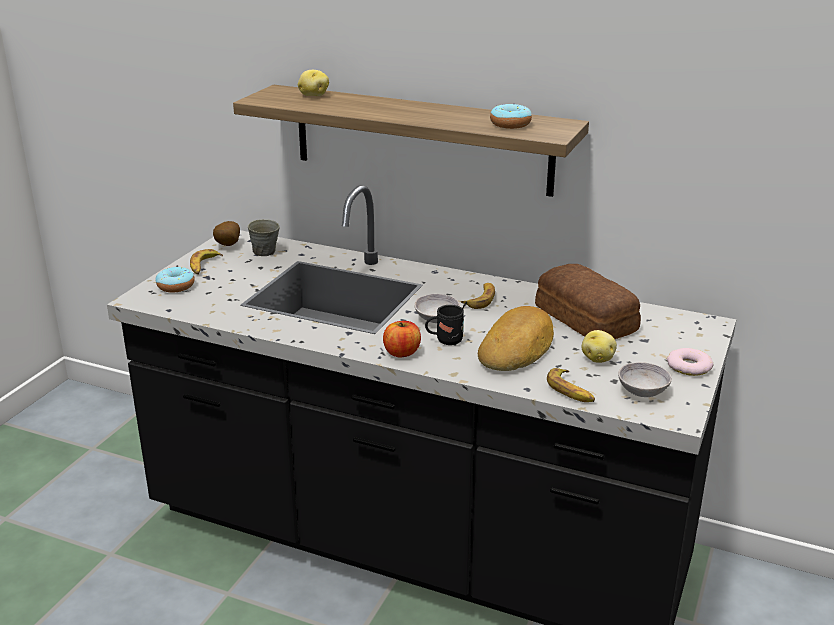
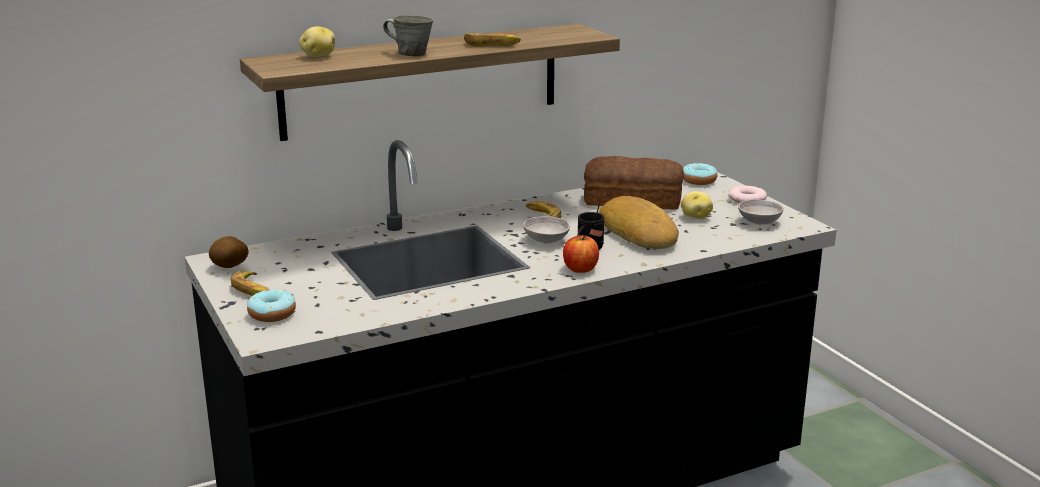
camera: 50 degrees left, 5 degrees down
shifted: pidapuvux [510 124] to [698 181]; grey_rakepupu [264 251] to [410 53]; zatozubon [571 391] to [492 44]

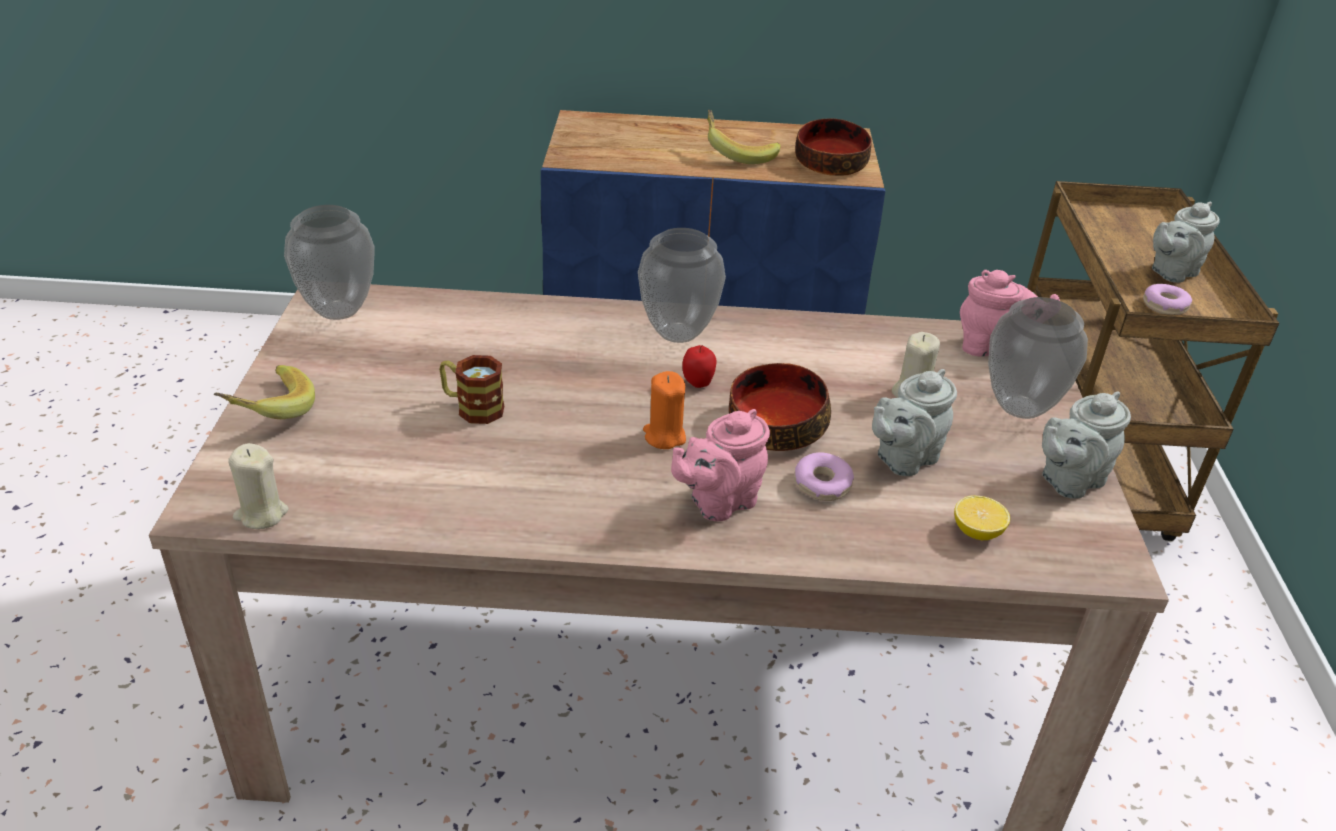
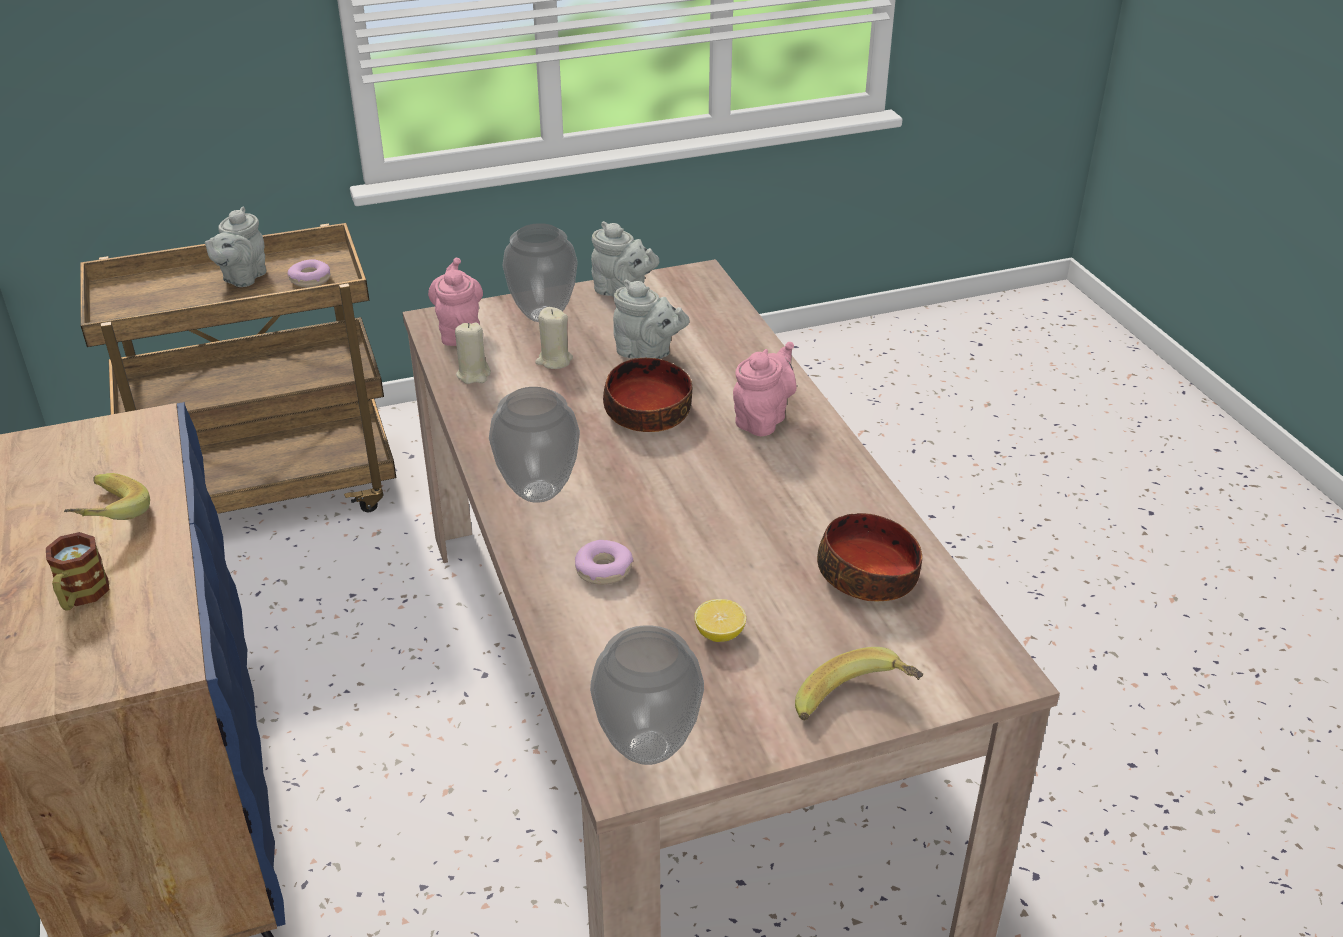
camera: 110 degrees left, 0 degrees up
gone: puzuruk [698 383]; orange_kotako [664 436]
shifted: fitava [829 163] to [868 576]; rakepupu [472 407] to [81 597]; beige_kotako [261 514] to [474 374]; pidapuvux [822 485] to [604 570]; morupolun [977 532] to [719 634]
rotated: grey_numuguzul [1171 272] = [242 278] 75 degrees clockwise; pink_numuguzul [718 502] = [763 419] 90 degrees counterclockwise

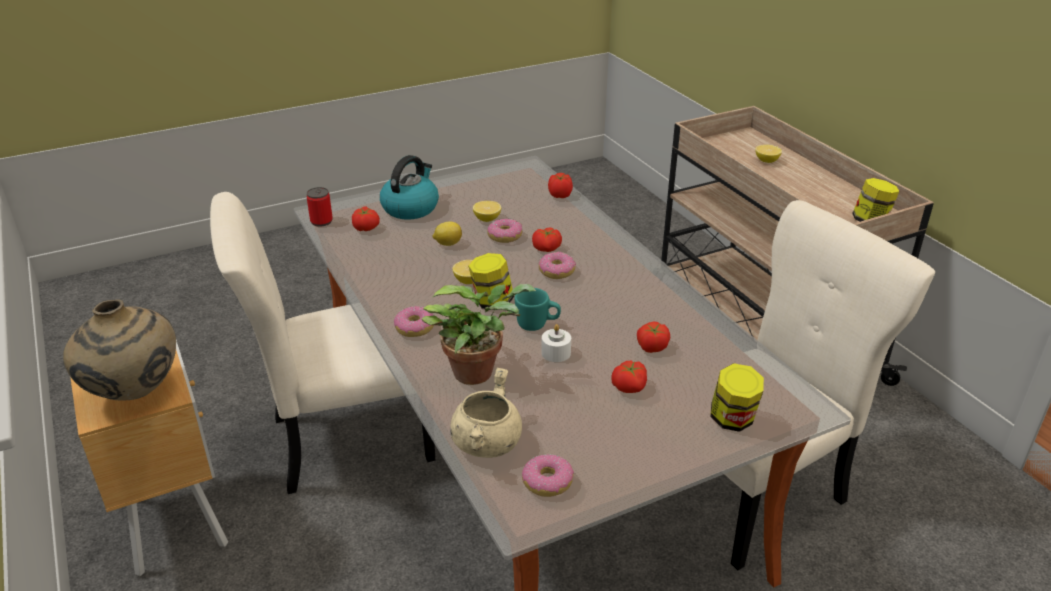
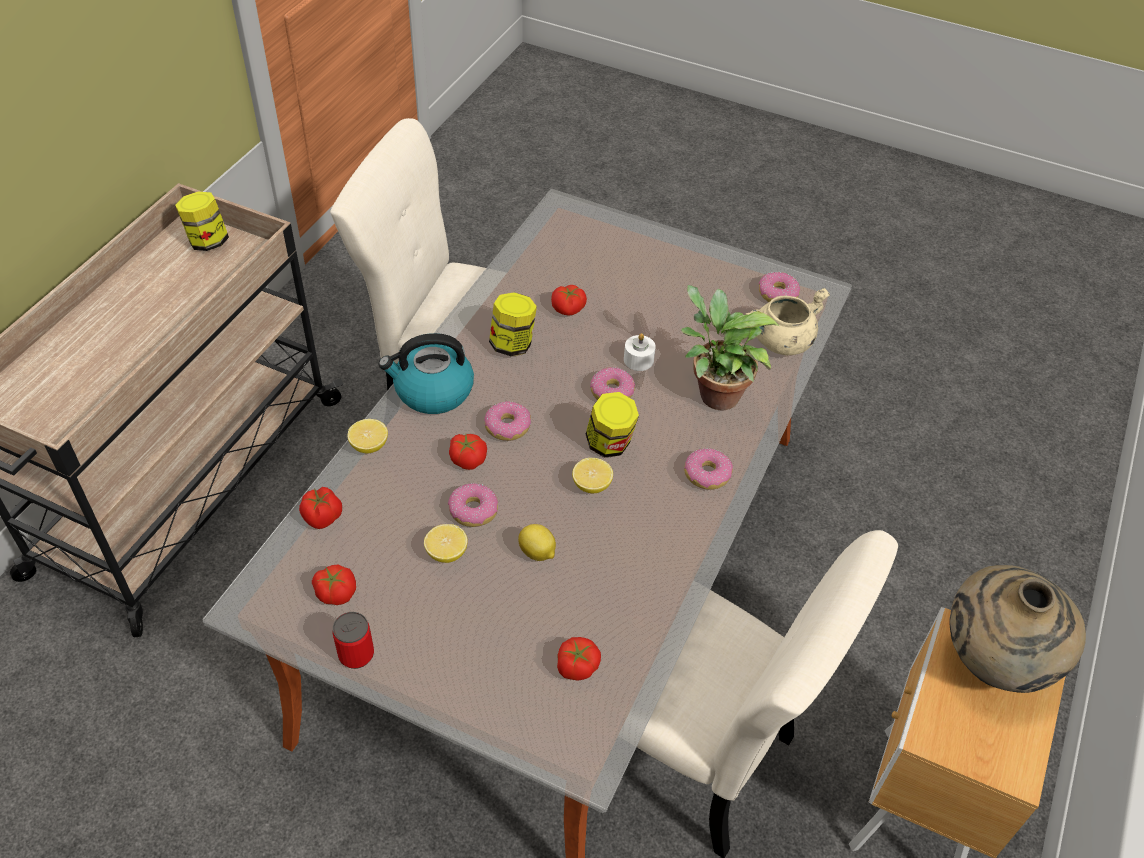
camera: 130 degrees left, 15 degrees up
shifted: morupolun [766 161] to [369 446]; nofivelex [410 208] to [432 391]; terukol [321 221] to [356 654]; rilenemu [629 387] to [336 592]; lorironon [732 420] to [512 344]
swapped: turquoise_rakepupu [537 325] to pidapuvux [612 392]

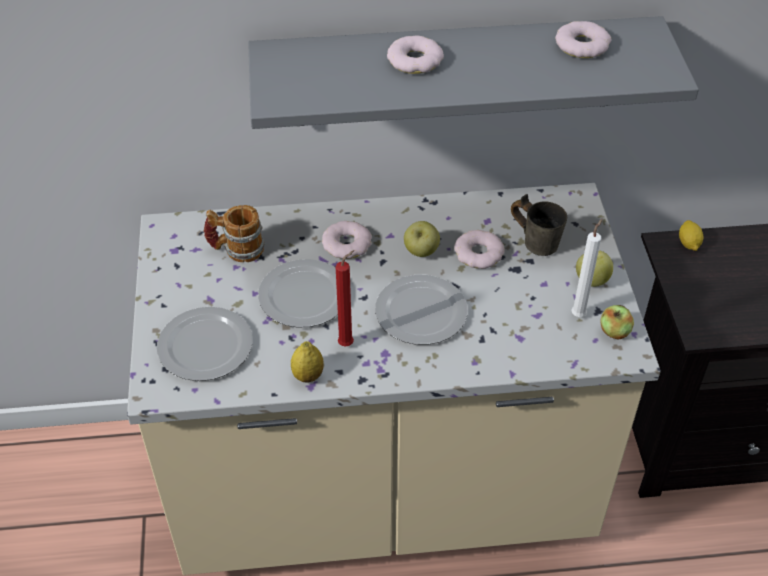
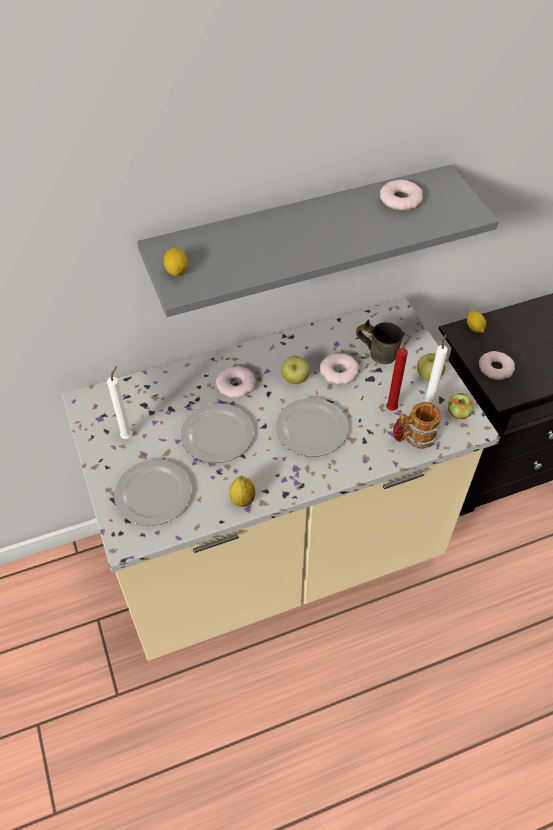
camera: 15 degrees left, 5 degrees up
new: morupolun [176 270]; white_kotako [128 435]
shifted: pidapuvux [415 60] to [495 368]; rakepupu [236 249] to [413 438]; red_kotako [348 343] to [392 407]

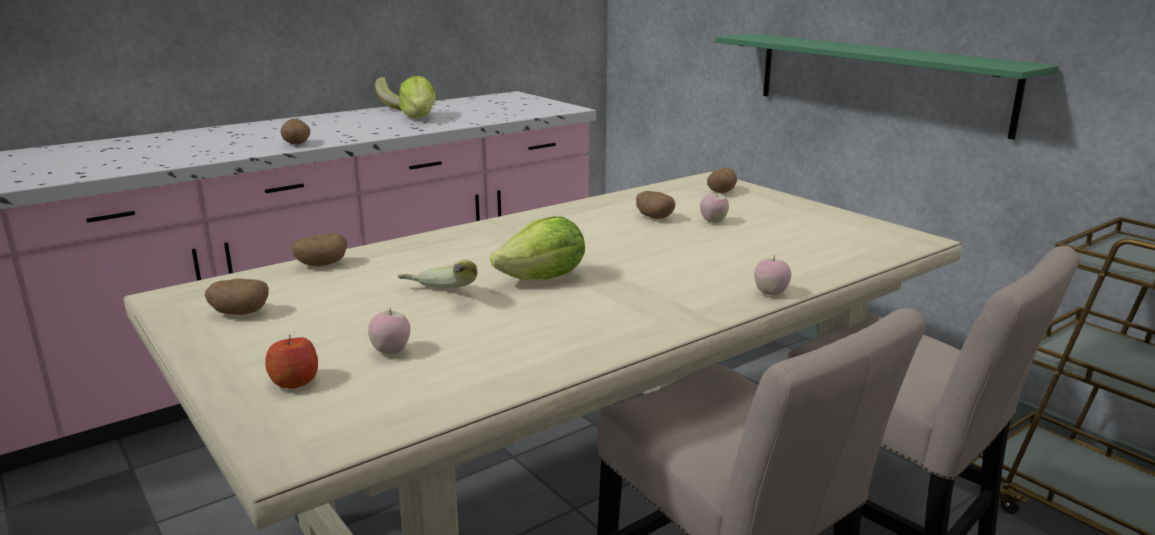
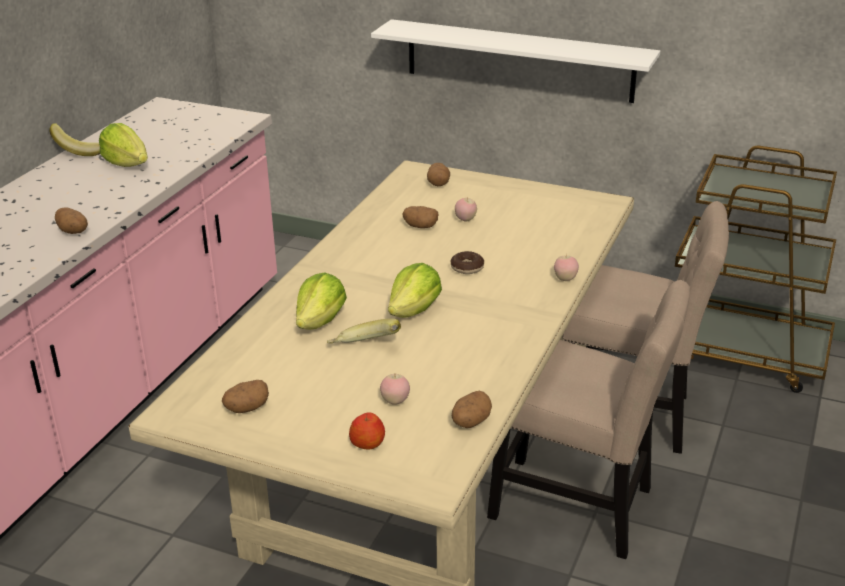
camera: 30 degrees left, 10 degrees up
new: pidapuvux [467 268]; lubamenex [321 321]
shifted: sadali [321 264] to [470 422]
repainted: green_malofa [878 81] to white_malofa [519 60]

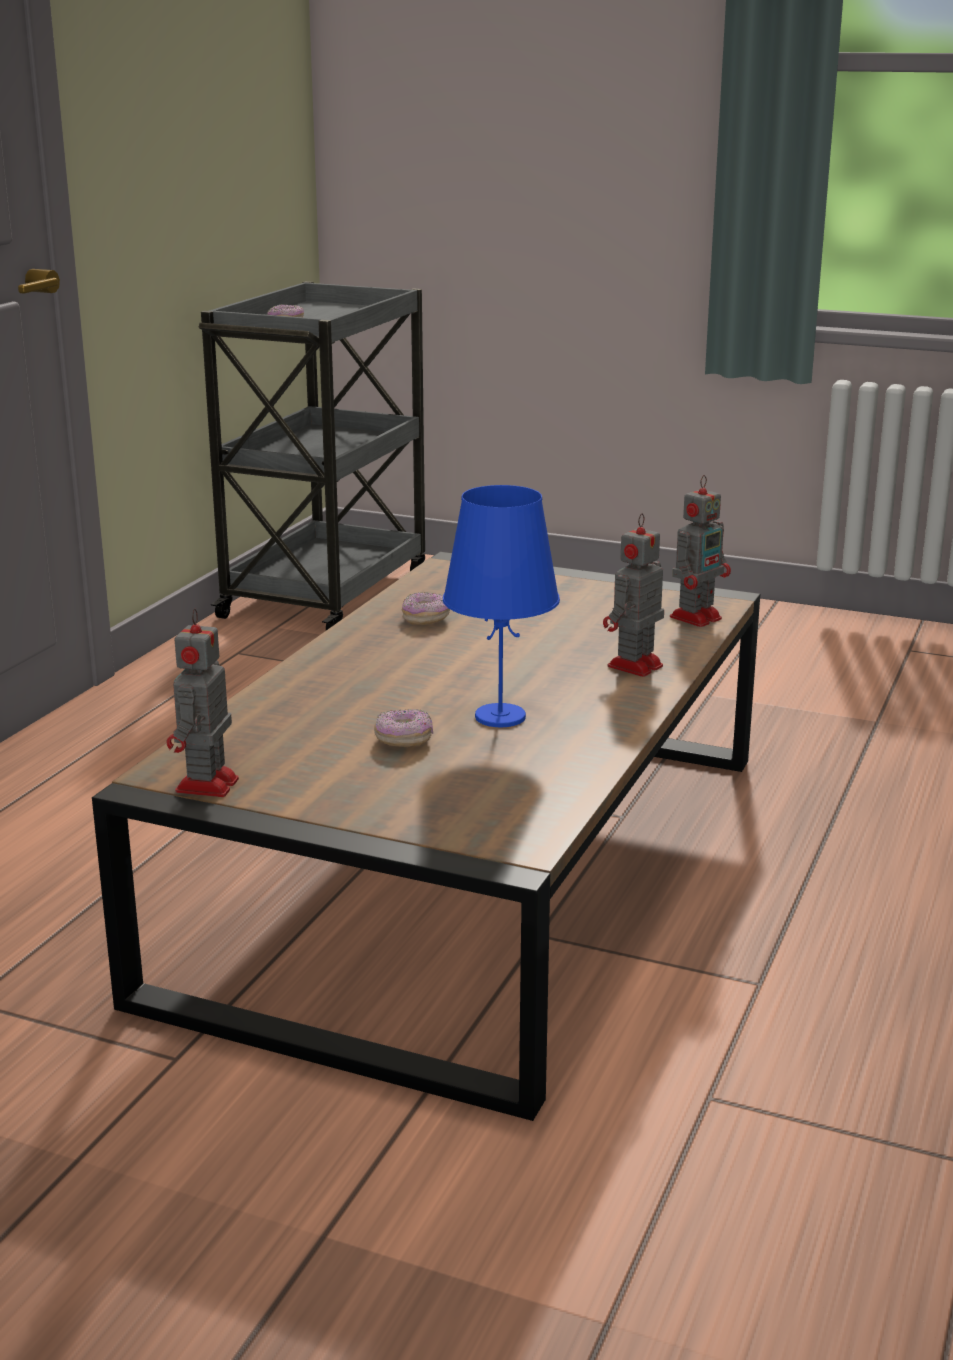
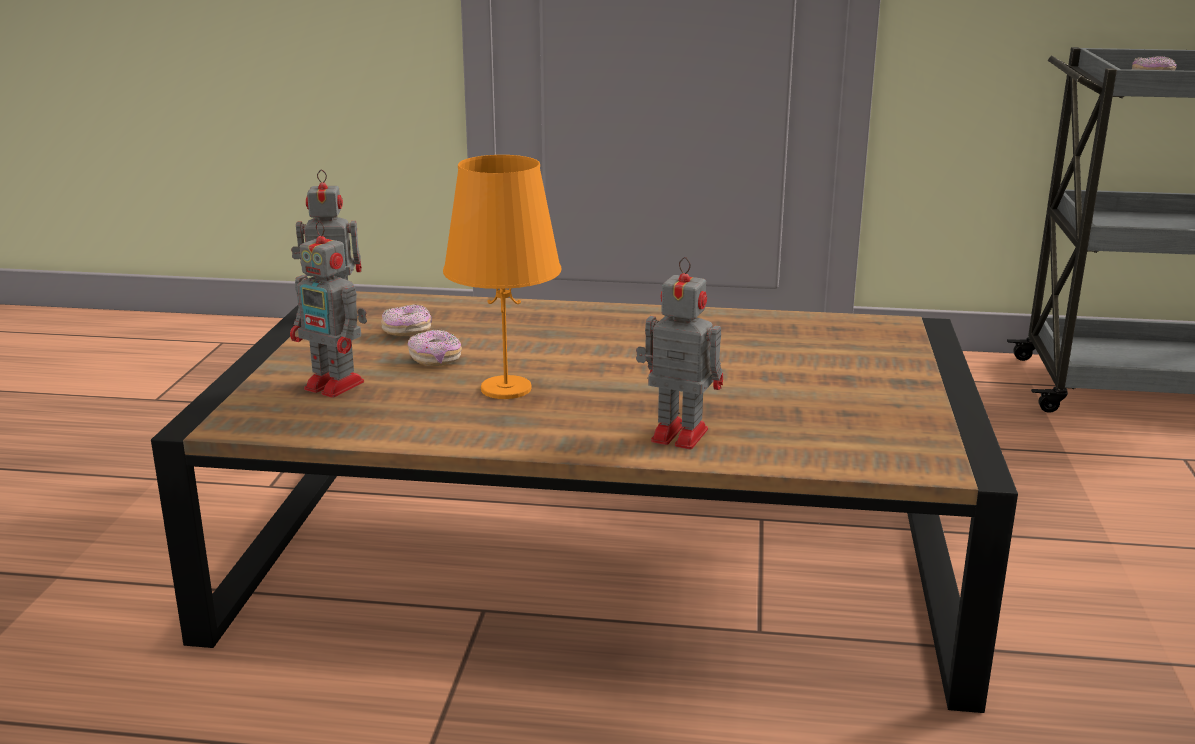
camera: 75 degrees right, 0 degrees up
shifted: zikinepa [697 617] to [336 386]; pidapuvux [426 619] to [407 332]
repainted: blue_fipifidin [499 717] to orange_fipifidin [506 388]

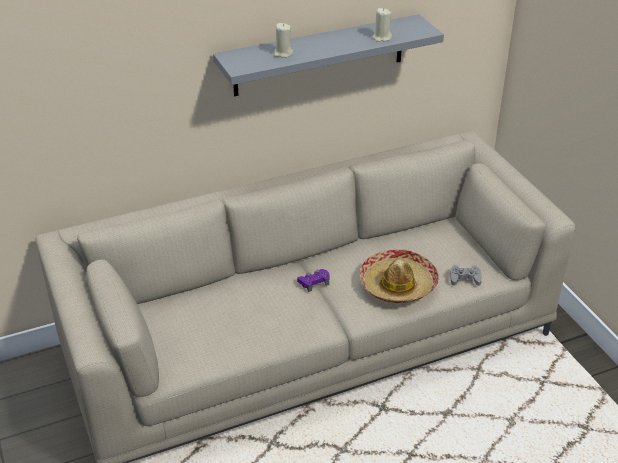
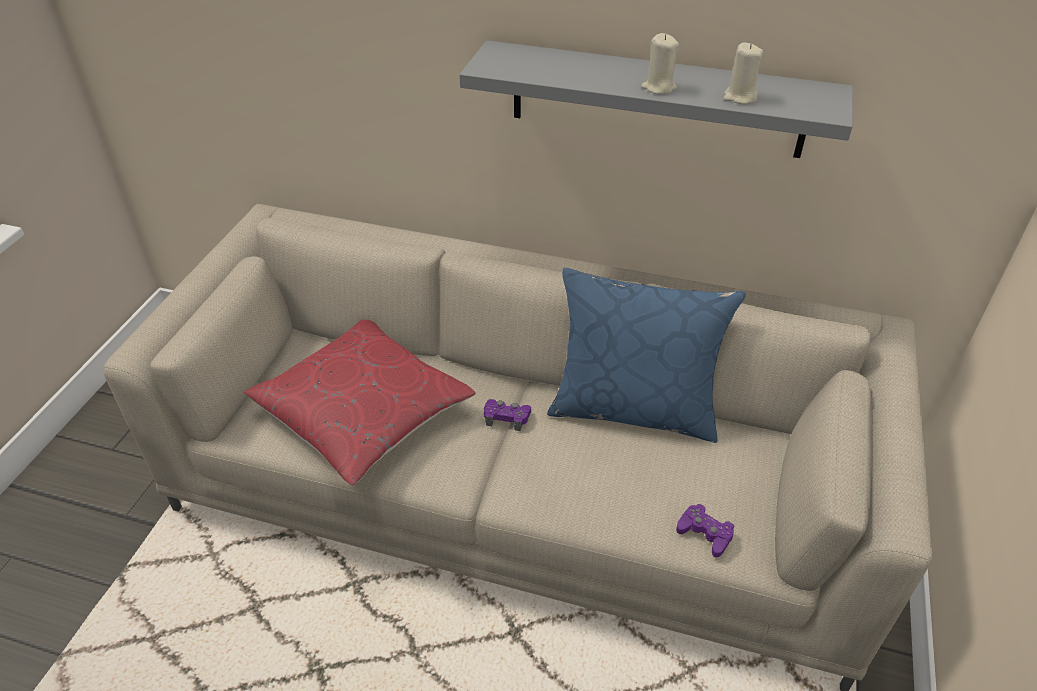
camera: 40 degrees right, 5 degrees up
gone: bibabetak [398 284]
new: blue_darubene [634 409]; red_darubene [363 413]
shifted: beige_kotako [283 53] to [658 88]
repainted: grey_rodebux [464 278] to purple_rodebux [705 533]

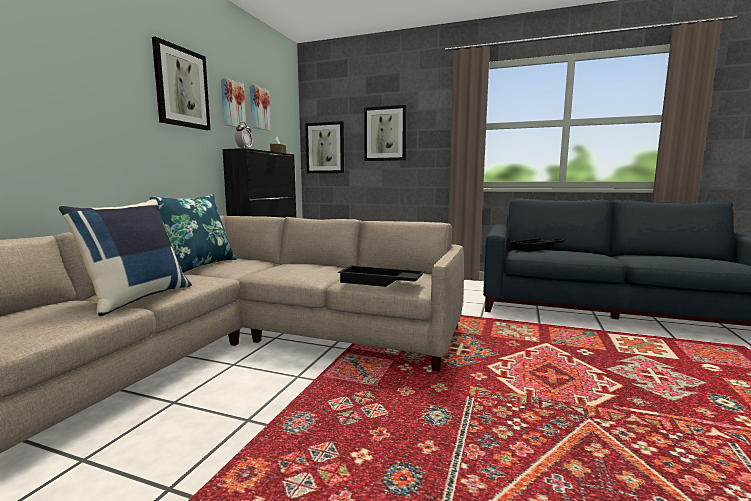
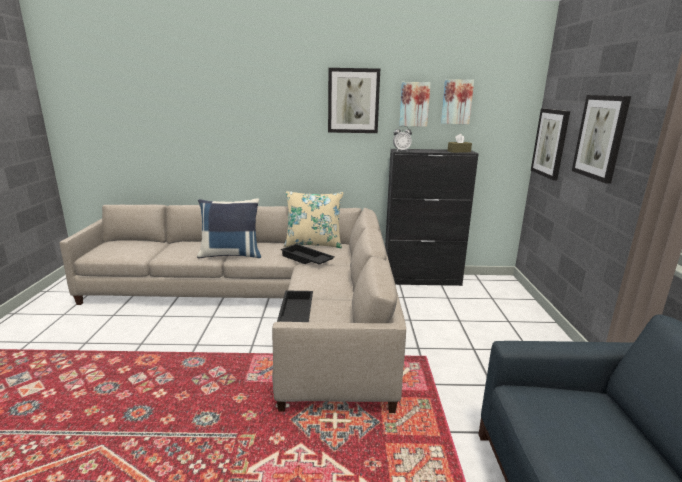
camera: 70 degrees right, 10 degrees up
shifted: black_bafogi [537 248] to [306 259]
repainted: blue_darubene [199 265] to beige_darubene [313 244]

